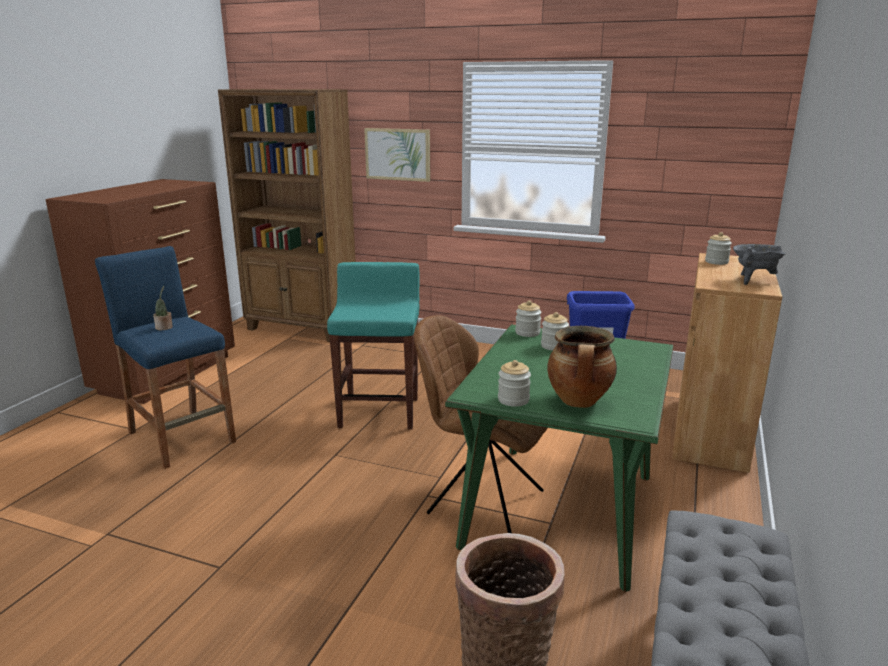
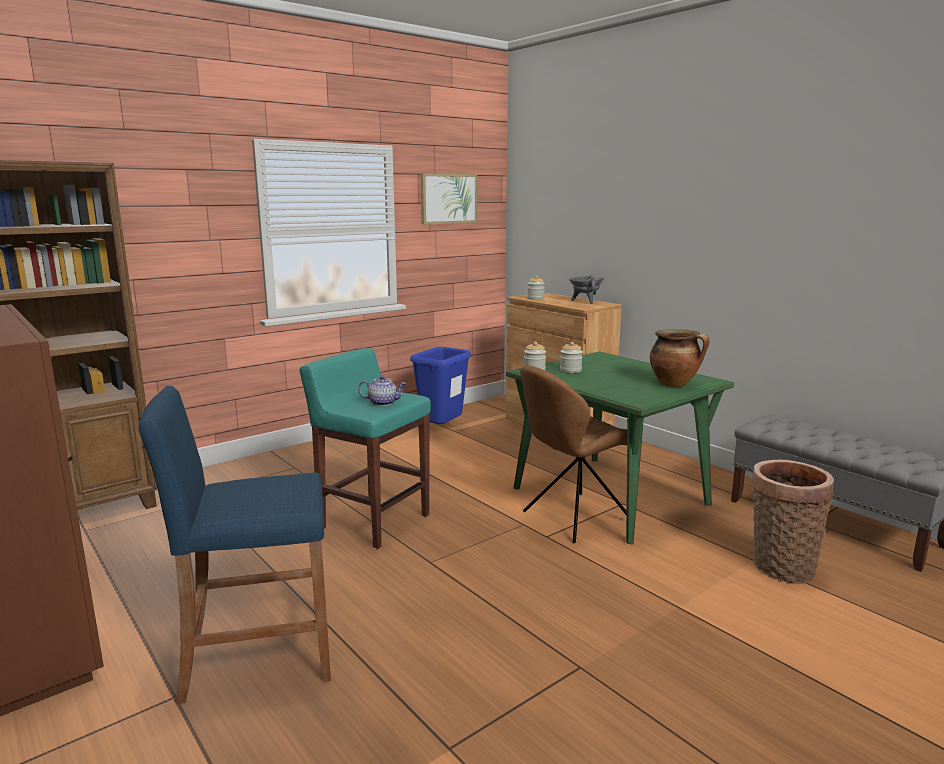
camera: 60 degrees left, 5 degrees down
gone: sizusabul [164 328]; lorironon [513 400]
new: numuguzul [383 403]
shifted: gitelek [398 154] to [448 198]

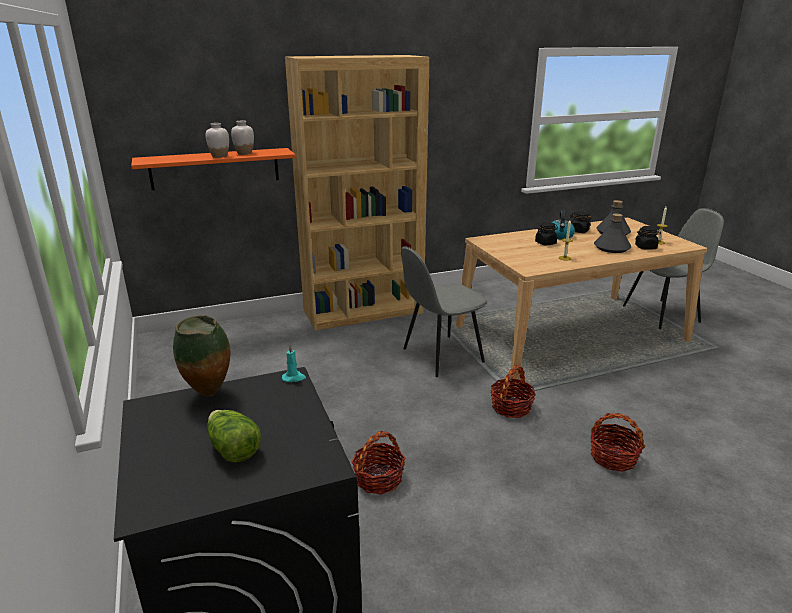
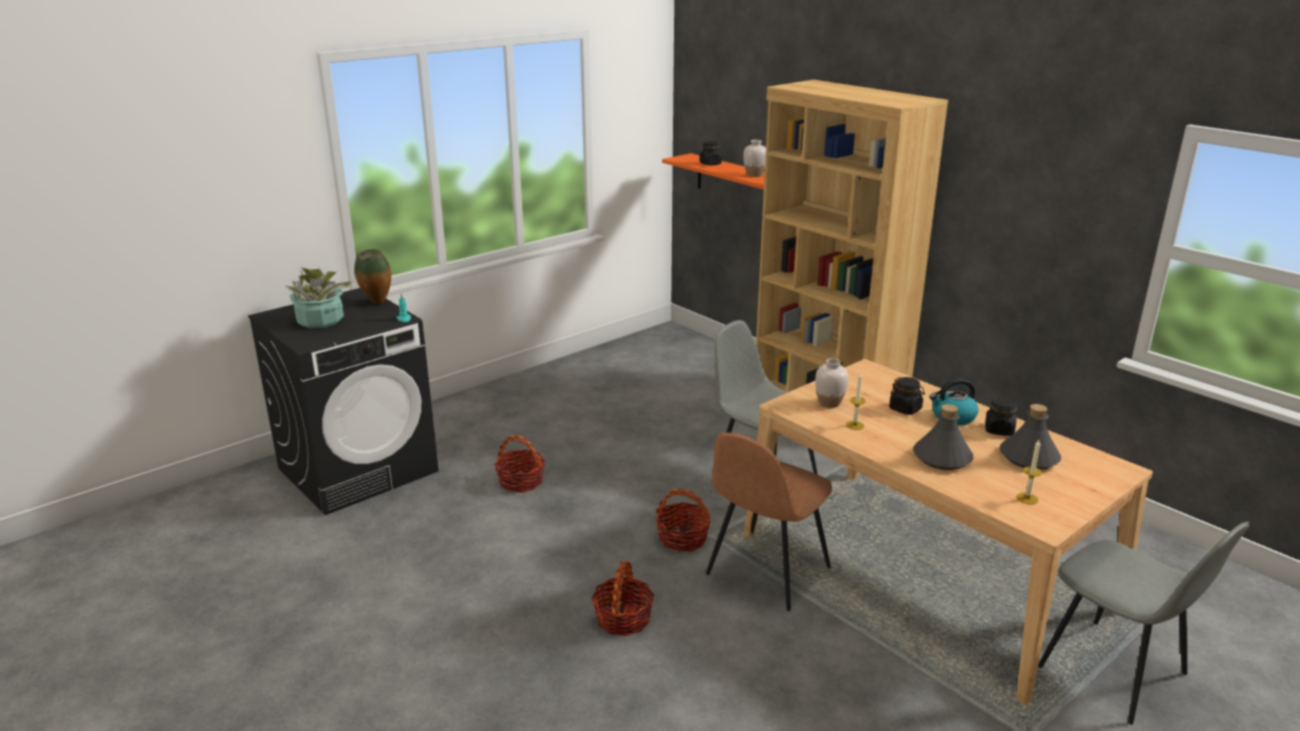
camera: 70 degrees right, 0 degrees up
new: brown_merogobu [766 572]
shifted: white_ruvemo [219 156] to [829 403]; black_lorironon [645 247] to [710 164]
swapped: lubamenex [232 449] to sizusabul [320 321]

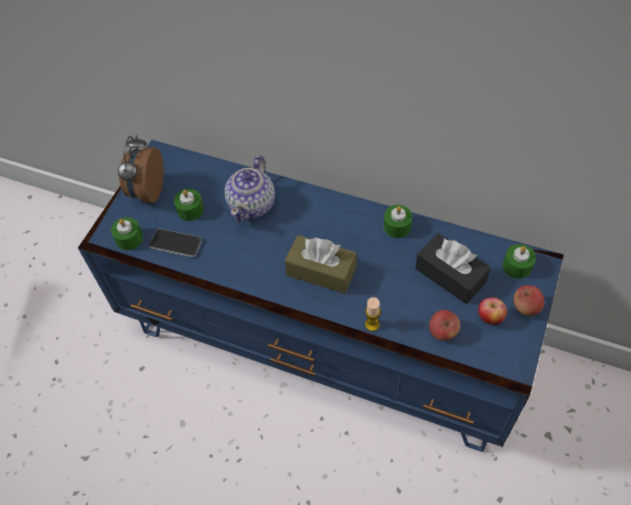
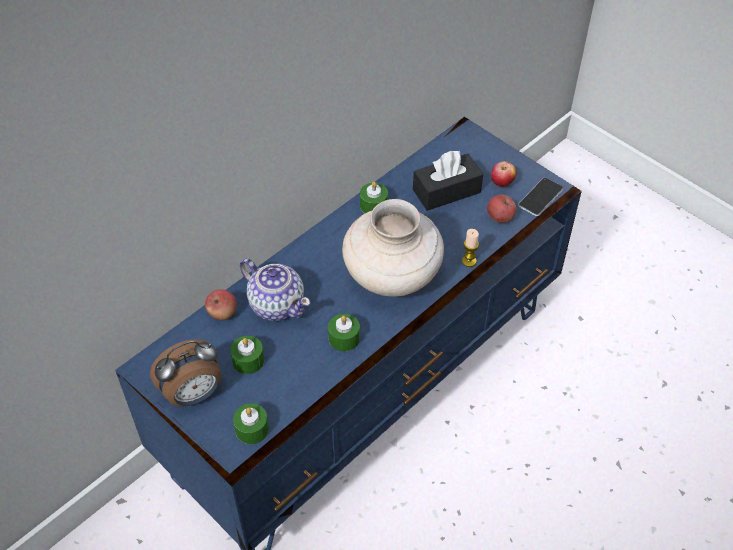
camera: 70 degrees left, 5 degrees down
shifted: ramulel [175 243] to [540 197]; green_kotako [517 266] to [344 338]; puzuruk [525 307] to [223 313]
swapped: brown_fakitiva [321 271] to beige_ruvemo [392 277]
rotated: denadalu [147 191] = [193 394] 60 degrees counterclockwise

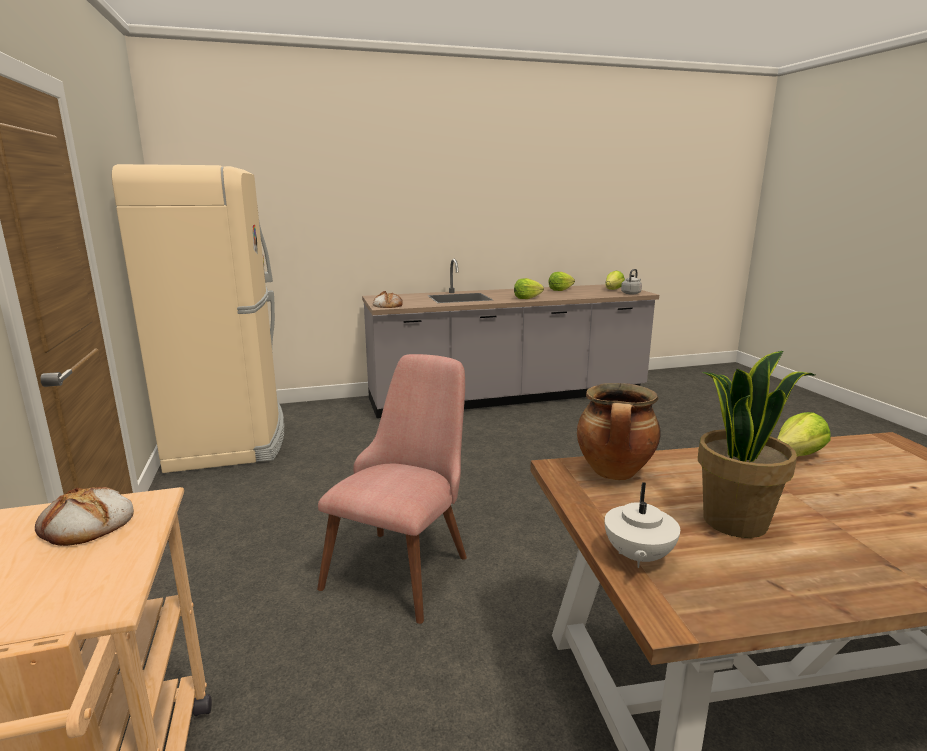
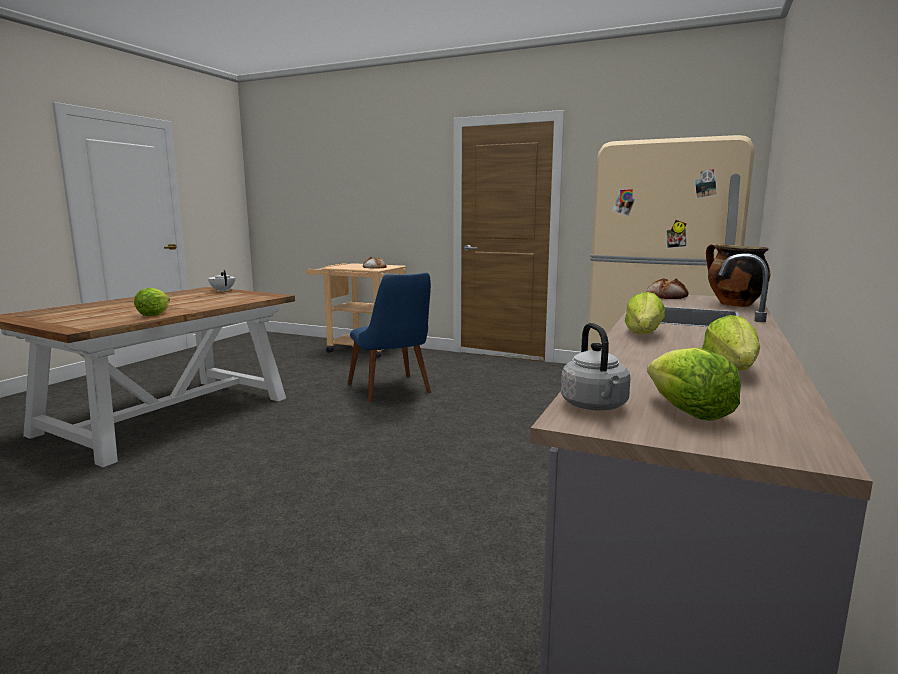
camera: 130 degrees right, 5 degrees down
gone: sizusabul [734 521]
shifted: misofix [615 473] to [733 304]
repainted: pink_merogobu [405 562] to blue_merogobu [393 391]

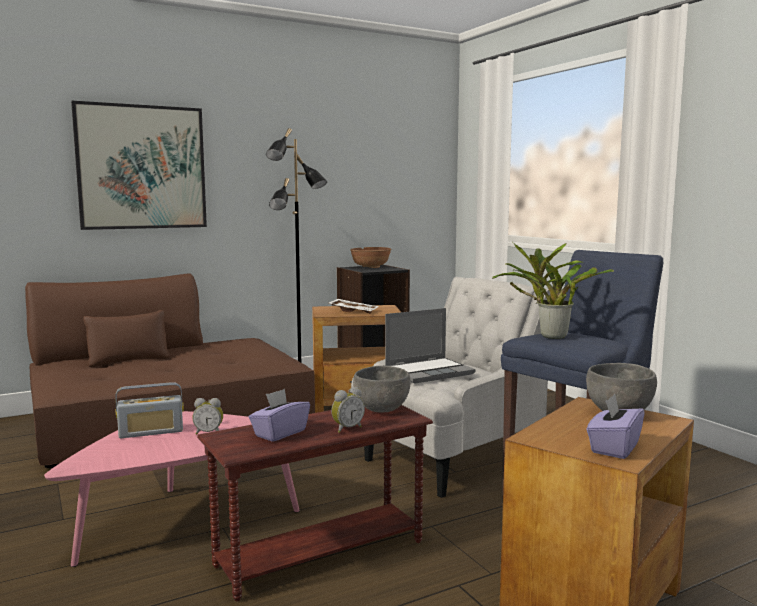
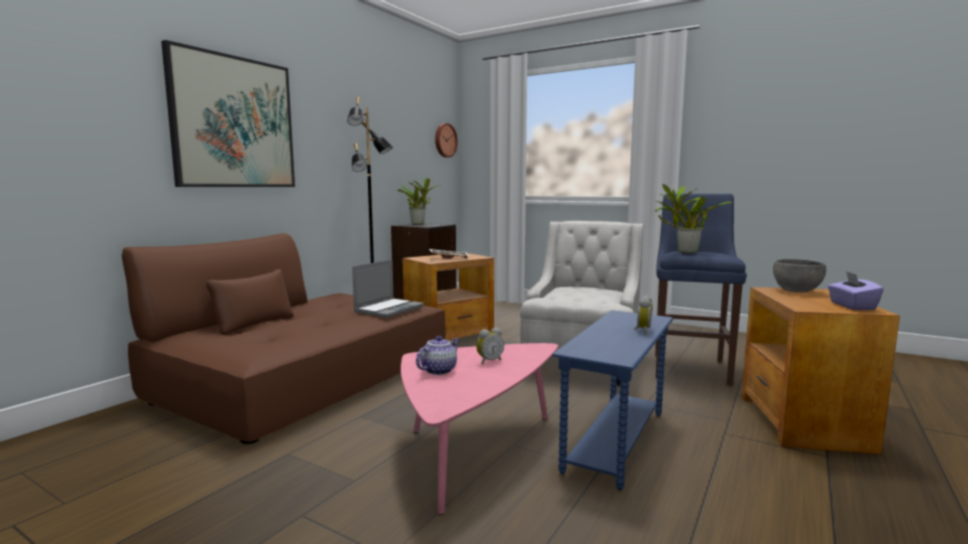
camera: 30 degrees left, 0 degrees up
gone: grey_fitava [381 409]; purple_fakitiva [280 433]
new: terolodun [444 140]
shifted: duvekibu [429 372] to [389 309]
swapped: brown_fitava [370 267] to sizusabul [419 224]; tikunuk [151 432] to numuguzul [439 370]
repainted: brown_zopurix [320 554] to blue_zopurix [614 441]

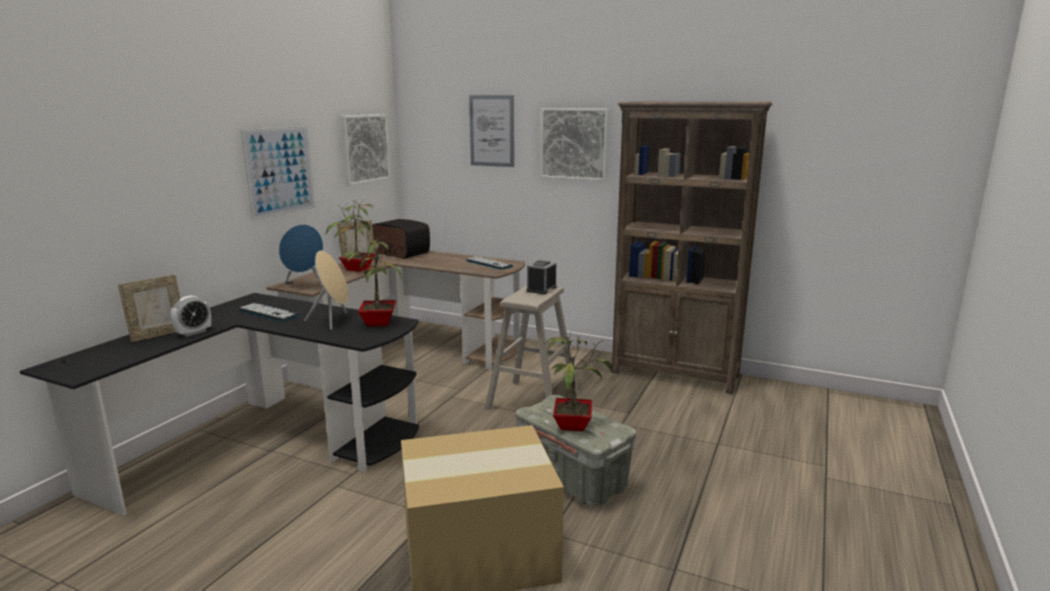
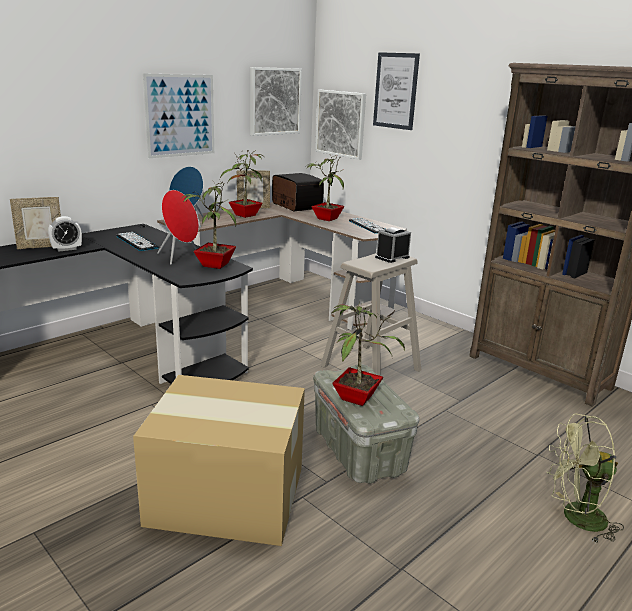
camera: 20 degrees right, 5 degrees up
new: sizusabul [326 218]; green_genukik [575 518]
shifted: gitelek [574 144] to [341 123]
repainted: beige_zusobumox [333 321] to red_zusobumox [180 257]

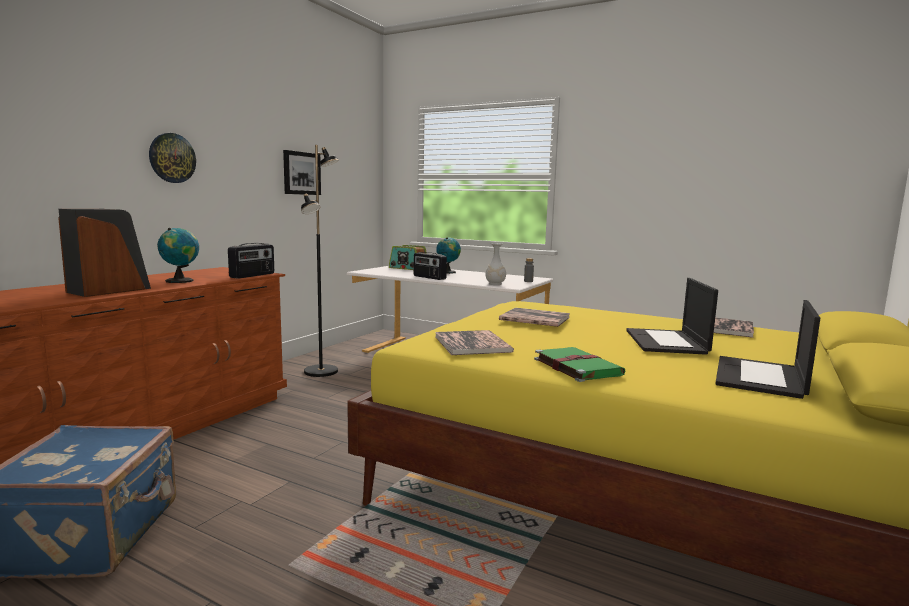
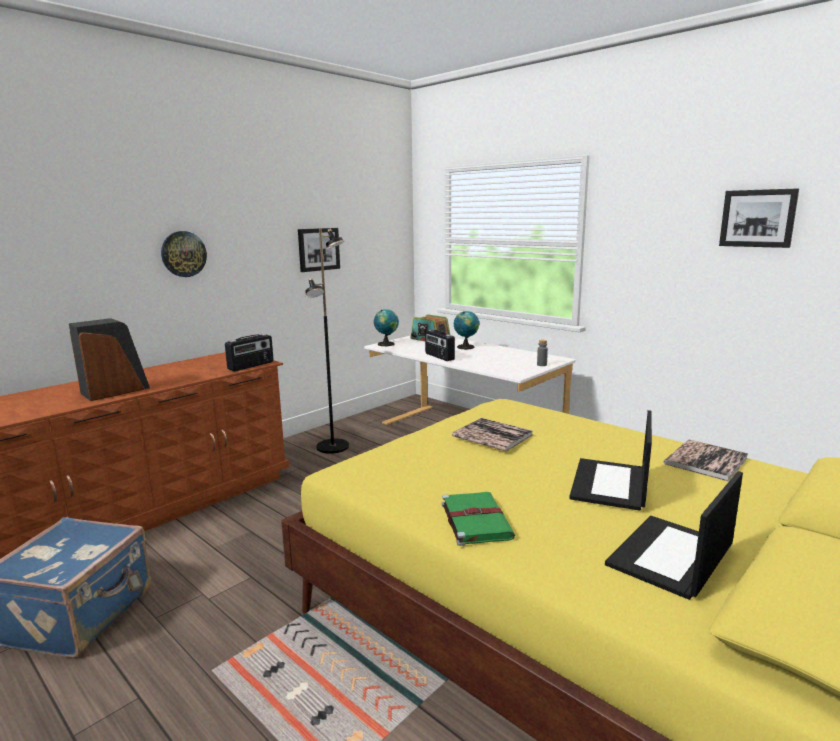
camera: 15 degrees right, 5 degrees up
gone: white_ruvemo [495 284]; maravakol [472 344]
new: gitelek [757 218]
shifted: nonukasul [181 281] to [387 344]

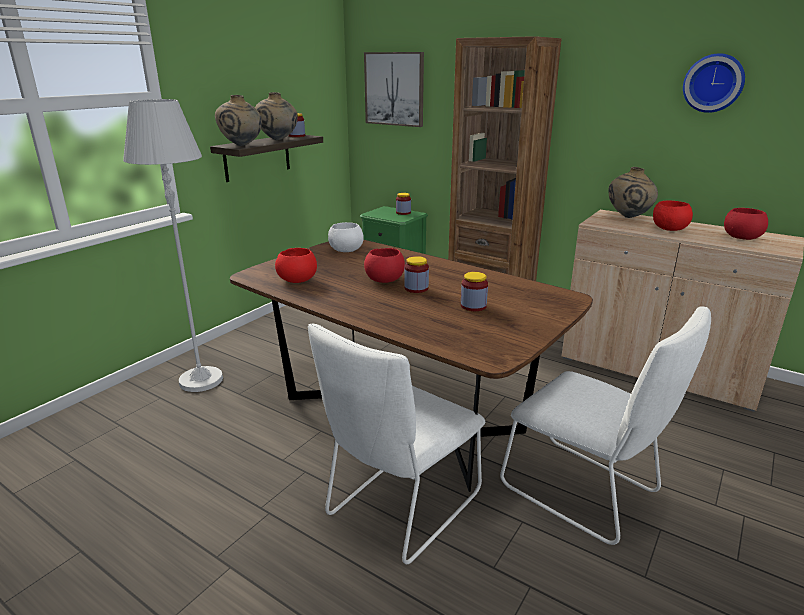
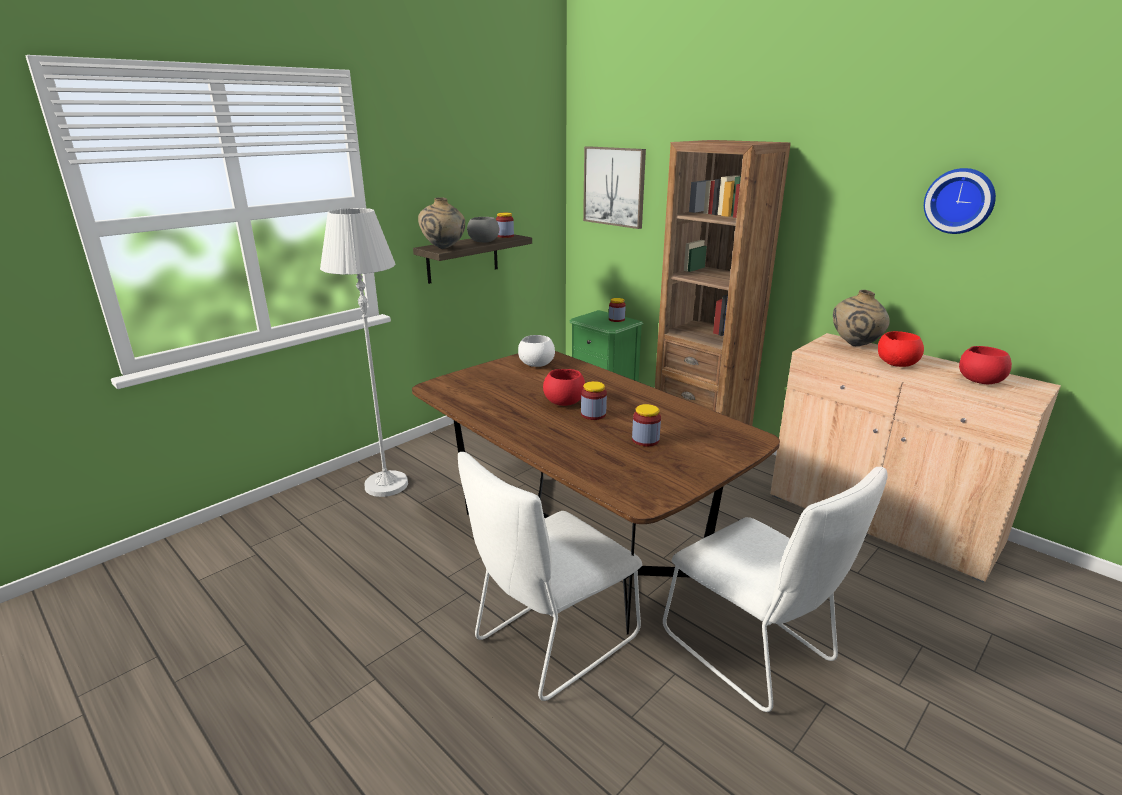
camera: 10 degrees right, 0 degrees up
gone: red_fitava [298 280]
swapped: beige_ruvemo [278 140] to grey_fitava [483 241]

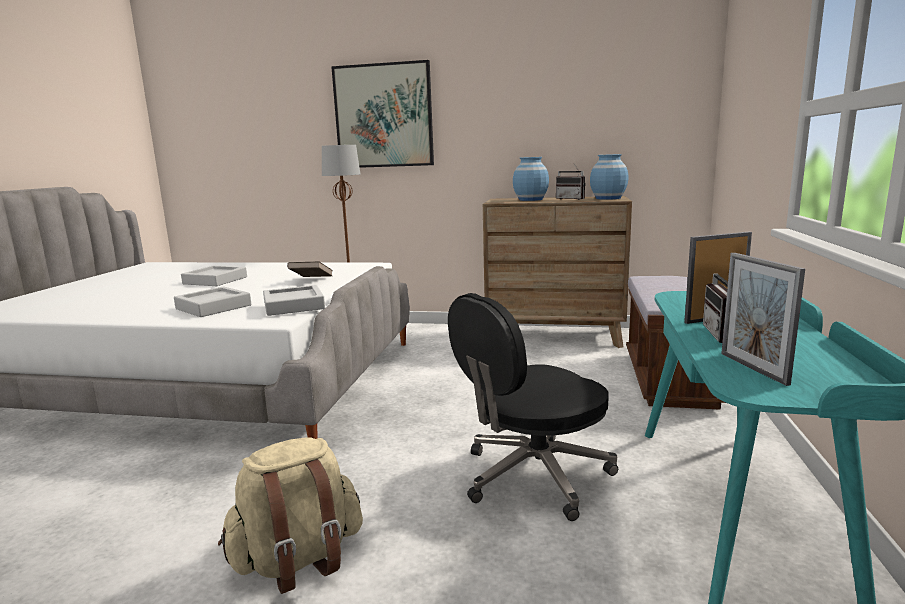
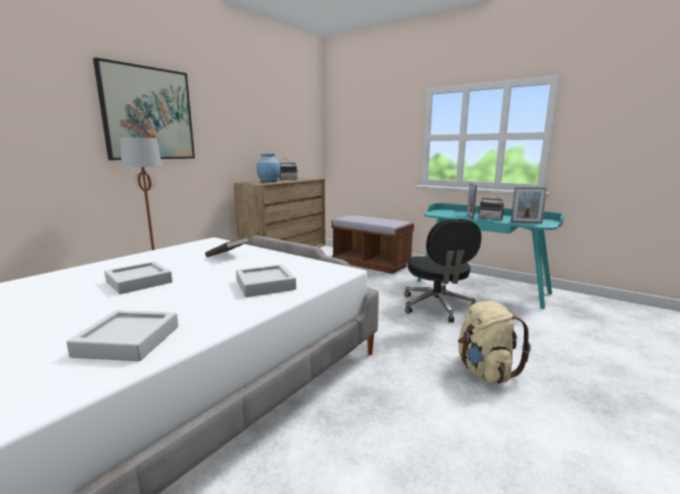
camera: 65 degrees left, 0 degrees up
gone: blue_ruvemo [608 198]
shifted: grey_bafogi [294 306] to [128 341]

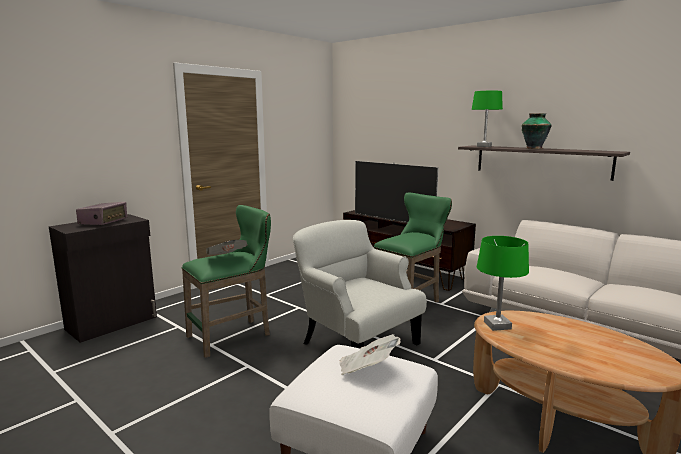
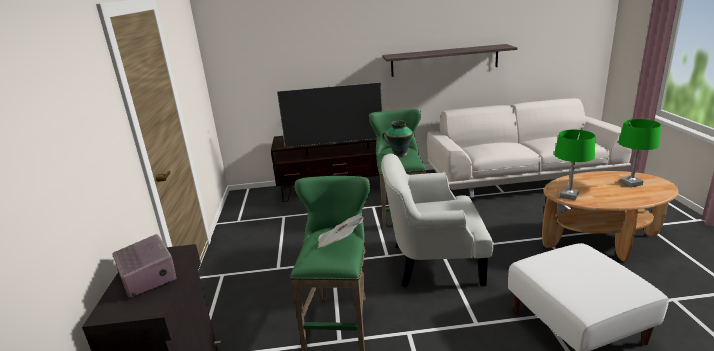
camera: 45 degrees left, 10 degrees up
gone: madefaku [367 369]
shifted: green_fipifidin [484 146] to [631 183]; ruvemo [533 148] to [399 154]

